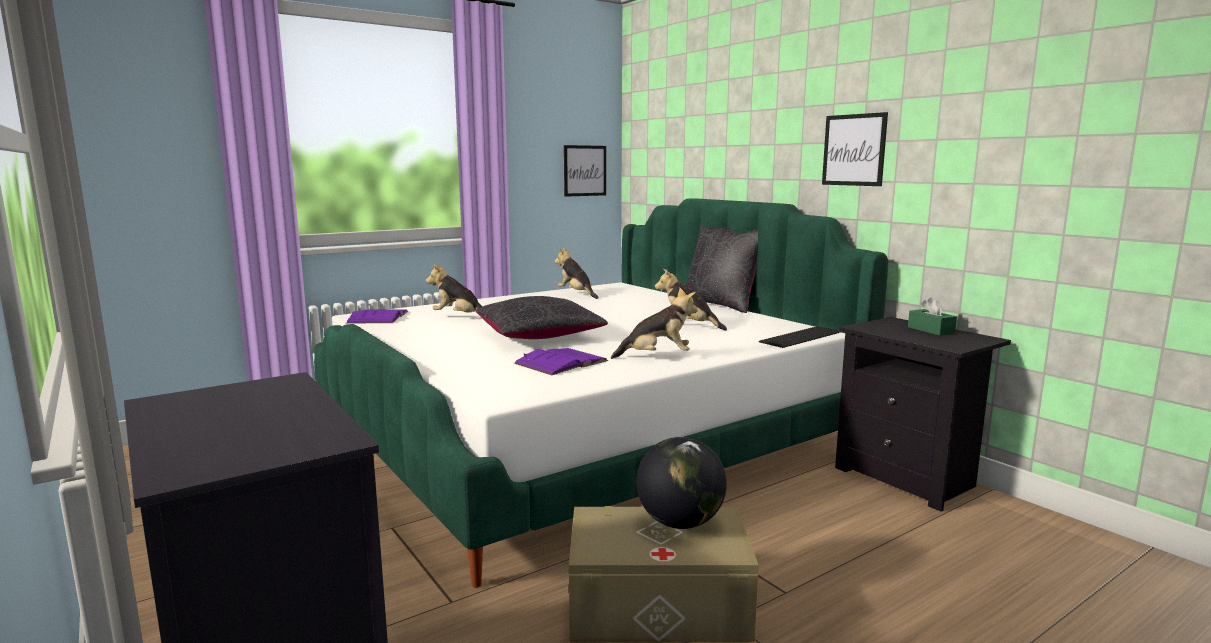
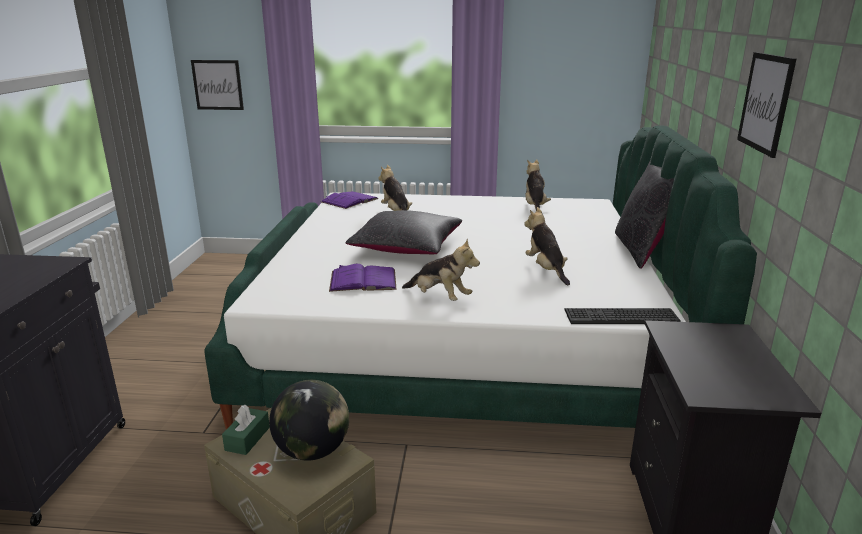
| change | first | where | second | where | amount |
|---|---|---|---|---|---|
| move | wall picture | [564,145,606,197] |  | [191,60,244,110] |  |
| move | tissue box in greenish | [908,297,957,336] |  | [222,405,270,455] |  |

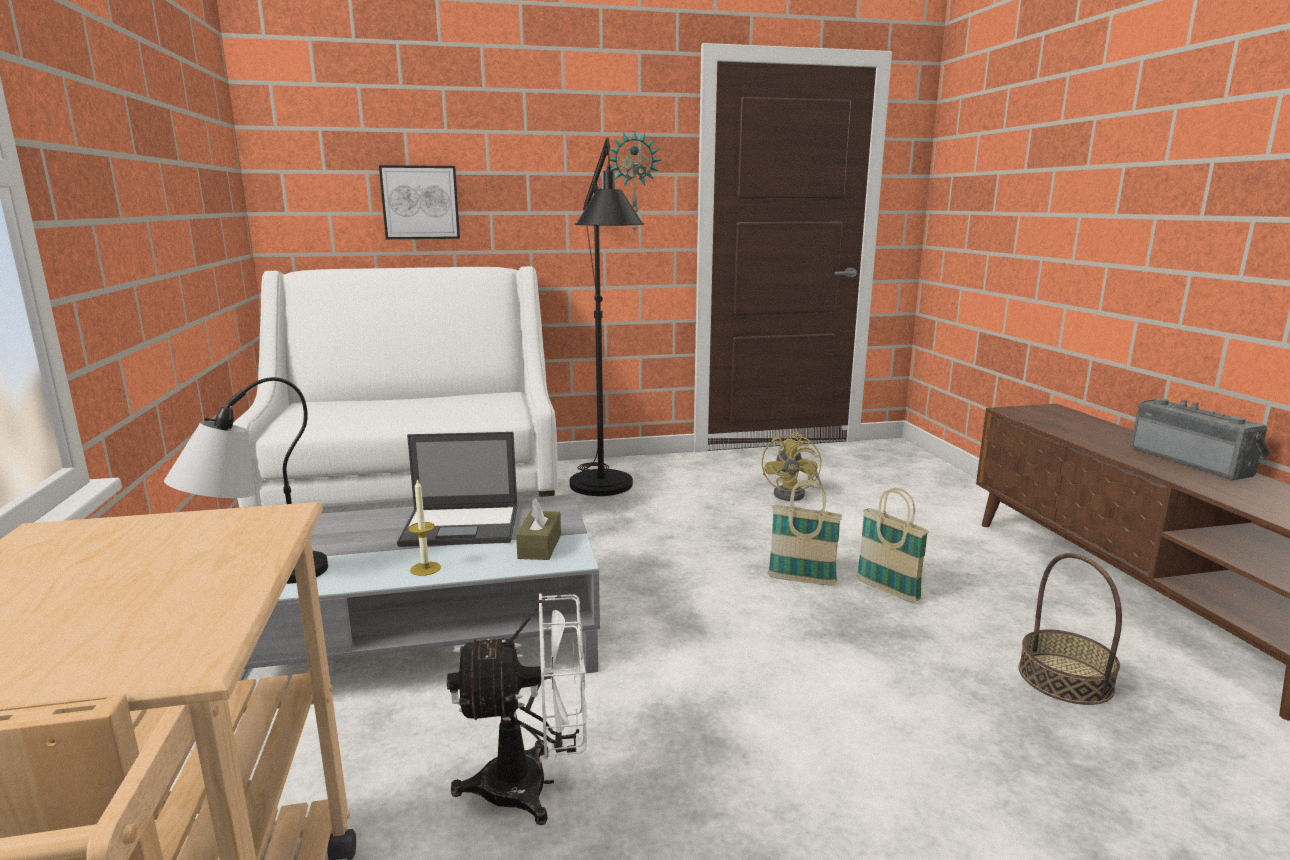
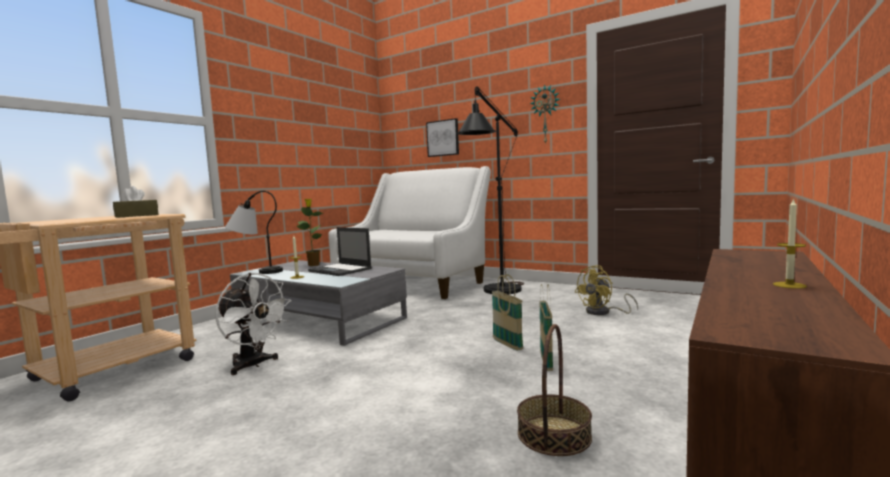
| change | first | where | second | where | amount |
|---|---|---|---|---|---|
| insert |  |  | houseplant | [297,199,325,266] |  |
| move | tissue box in brown | [516,498,561,560] |  | [113,186,159,218] |  |
| replace | radio receiver | [1131,398,1271,480] | candle | [773,198,807,289] |  |

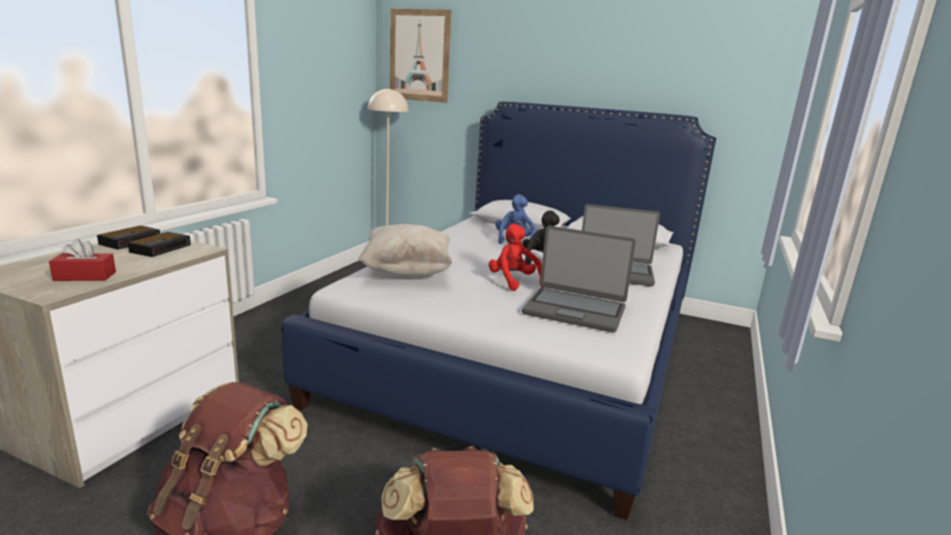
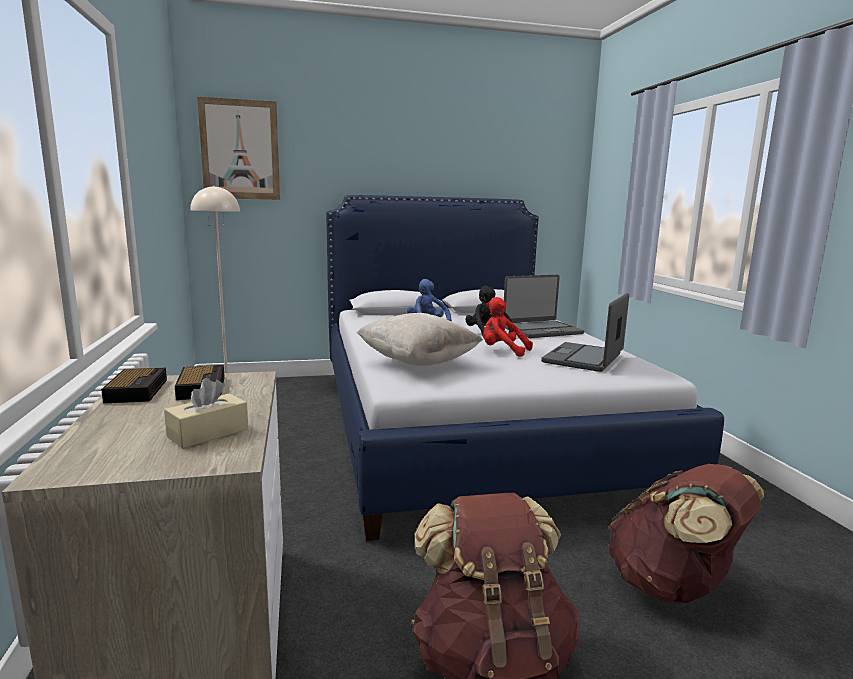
| change | first | where | second | where | amount |
|---|---|---|---|---|---|
| recolor | tissue box in reddish | [49,238,116,281] | tissue box in beige-coloured | [164,378,248,448] |  |
| rotate | portable computer | [522,226,636,332] |  | [541,293,629,372] | 135 degrees clockwise |

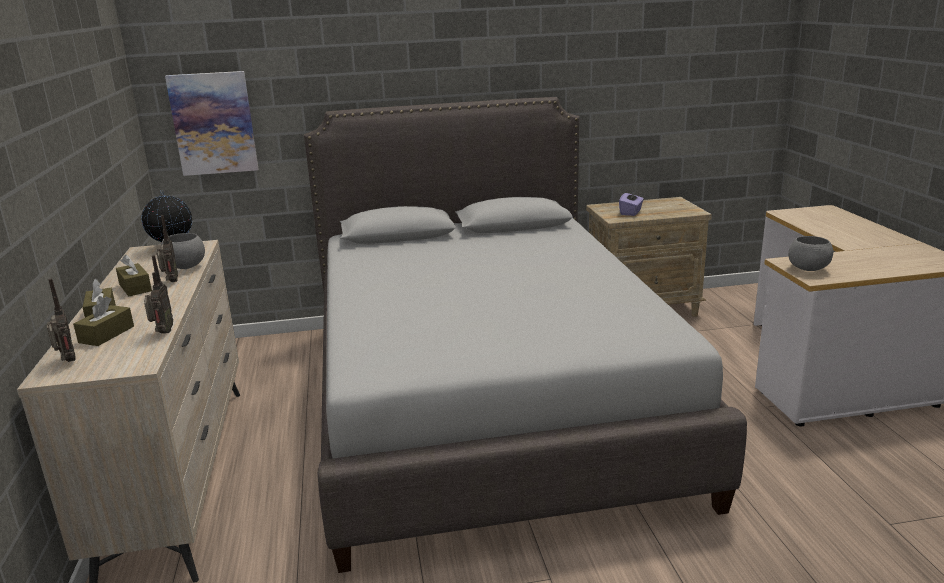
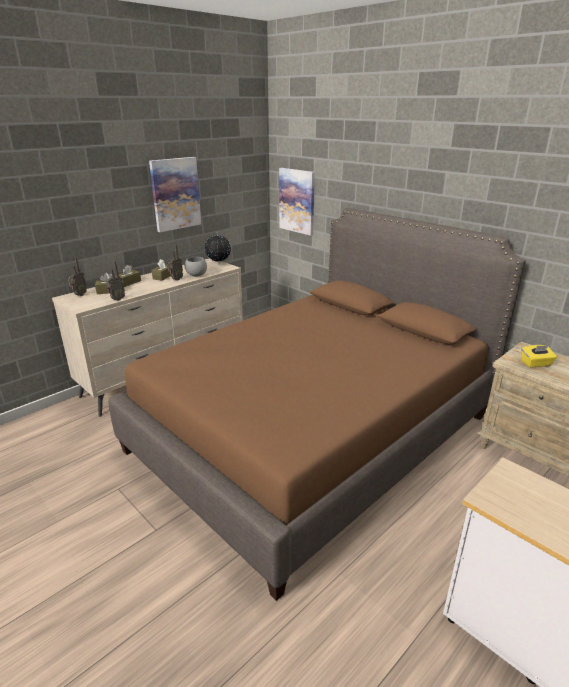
| change | first | where | second | where | amount |
|---|---|---|---|---|---|
| delete | serving bowl in grey | [788,236,833,271] |  |  |  |
| insert |  |  | wall picture | [149,157,201,232] |  |
| recolor | bedroom bed in grey | [304,97,747,573] | bedroom bed in brown | [108,208,526,601] |  |
| recolor | tissue box in purple | [619,189,644,216] | tissue box in yellow-coloured | [521,345,557,368] |  |

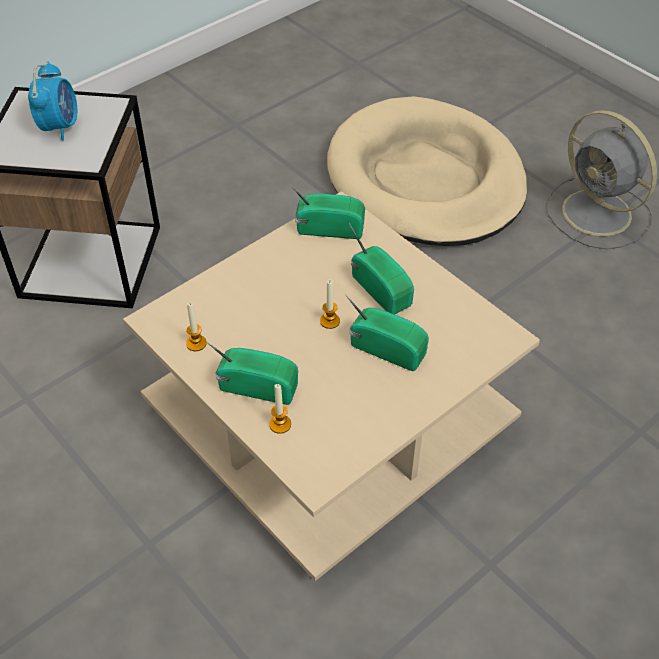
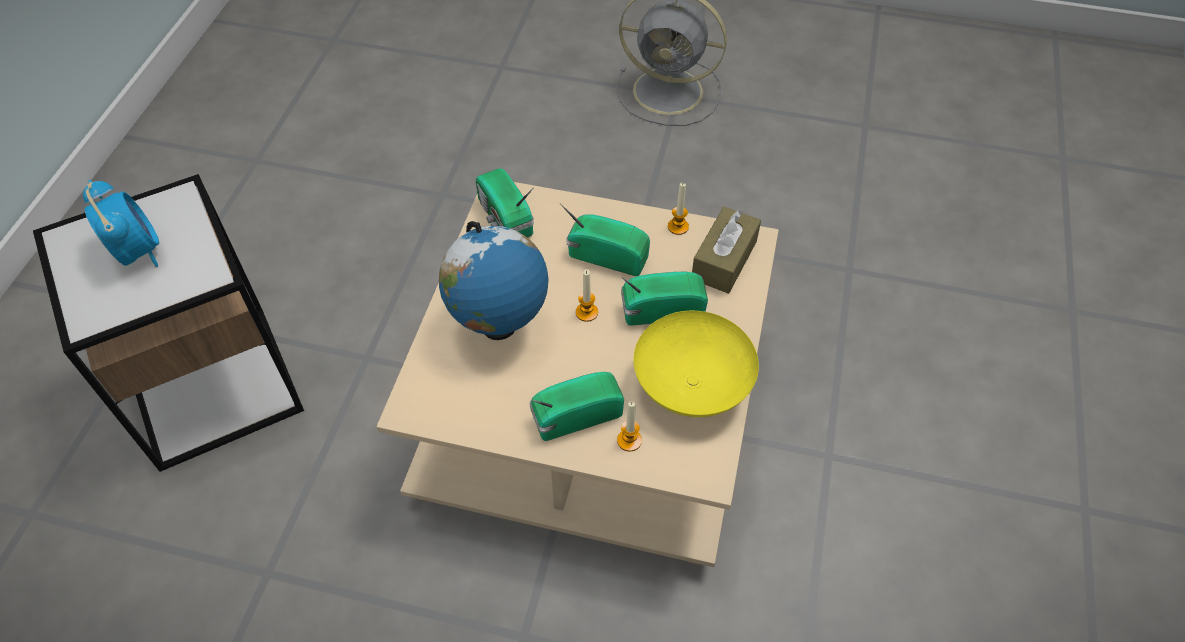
| change | first | where | second | where | amount |
|---|---|---|---|---|---|
| delete | pet bed in beige-coloured | [327,96,527,246] |  |  |  |
| insert |  |  | globe | [439,221,549,340] |  |
| insert |  |  | serving bowl in yellow-coloured | [633,311,759,417] |  |
| insert |  |  | tissue box in brown | [692,207,761,294] |  |
| move | candle | [186,302,207,351] |  | [668,183,689,235] |  |
| rotate | radio receiver | [290,185,365,239] |  | [476,168,534,238] | 90 degrees counterclockwise |

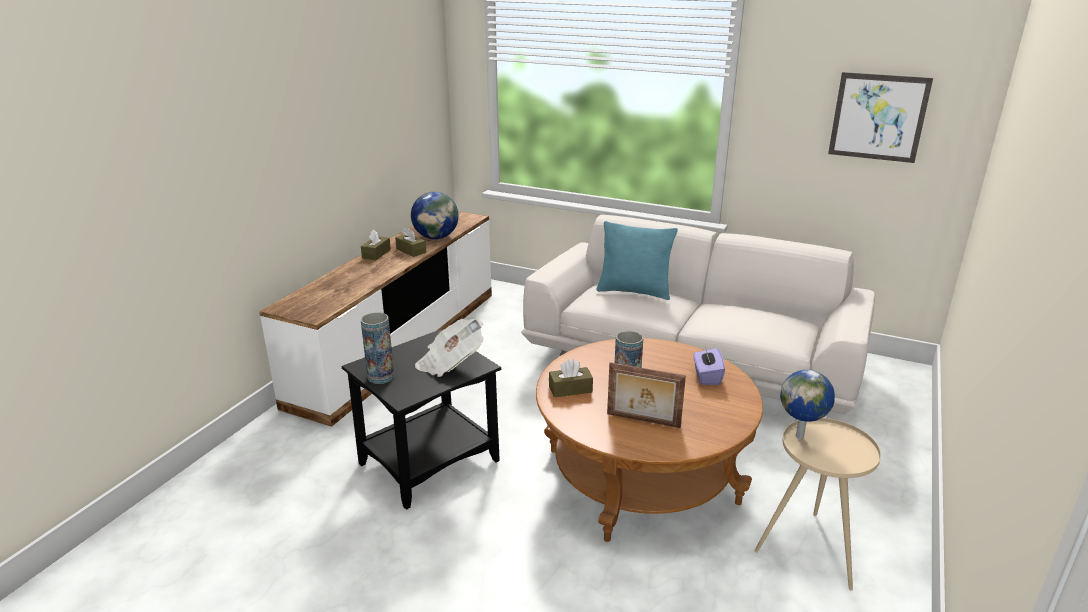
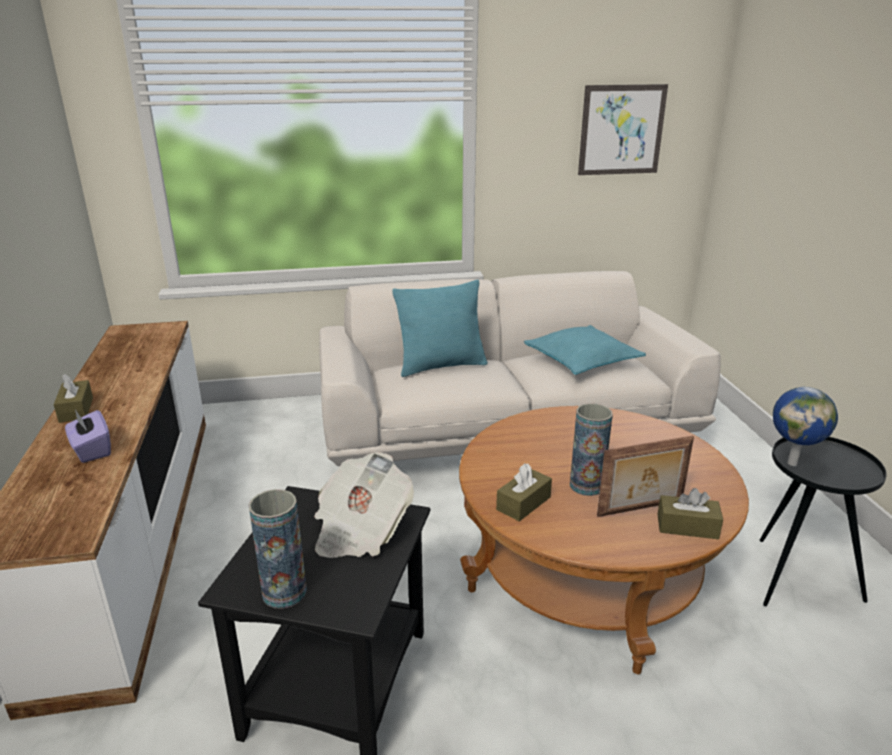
| change | first | where | second | where | amount |
|---|---|---|---|---|---|
| delete | globe | [411,192,459,239] |  |  |  |
| insert |  |  | throw pillow in blue-green | [524,325,646,375] |  |
| move | tissue box in brown | [395,227,426,257] |  | [657,488,723,539] |  |
| move | tissue box in purple | [693,346,725,385] |  | [65,410,111,463] |  |
| recolor | end table in beige-coloured | [754,418,881,590] | end table in black | [760,437,887,606] |  |

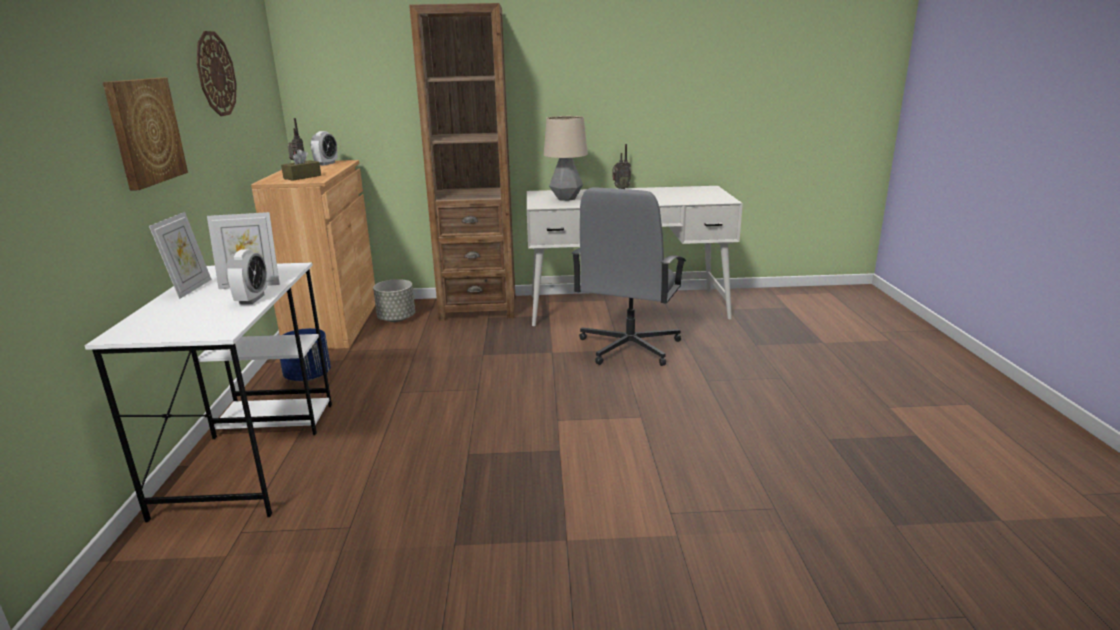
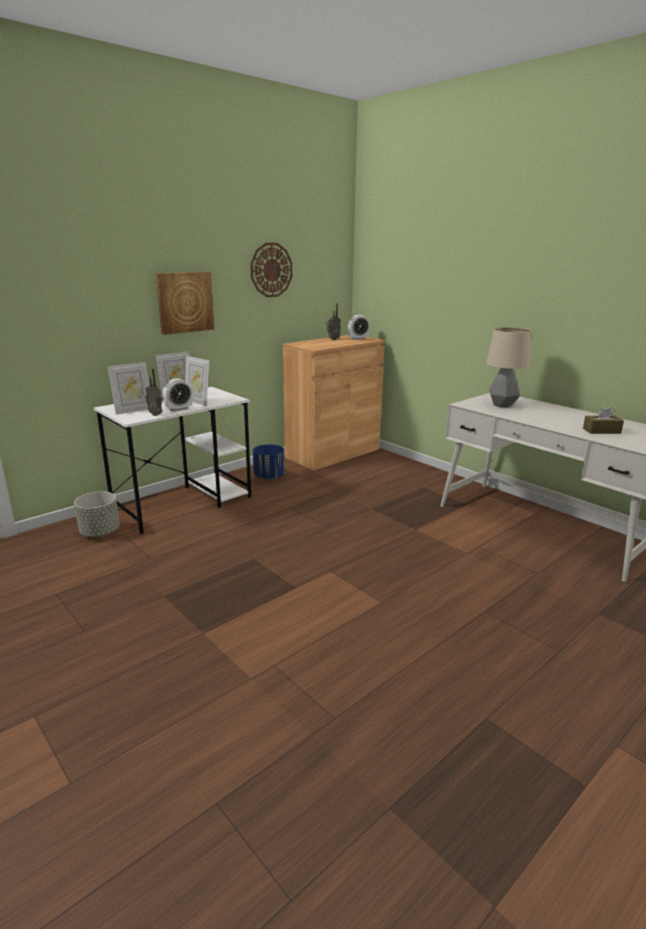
| change | first | where | second | where | amount |
|---|---|---|---|---|---|
| delete | bookshelf in brown | [409,3,515,321] |  |  |  |
| delete | desk chair in grey | [572,188,686,366] |  |  |  |
| insert |  |  | photo frame | [107,362,149,415] |  |
| move | tissue box in brown | [281,149,321,181] |  | [583,406,624,434] |  |
| move | plant pot in grey | [373,279,415,322] |  | [74,491,120,537] |  |
| move | radio receiver | [613,144,631,189] |  | [145,368,163,416] |  |

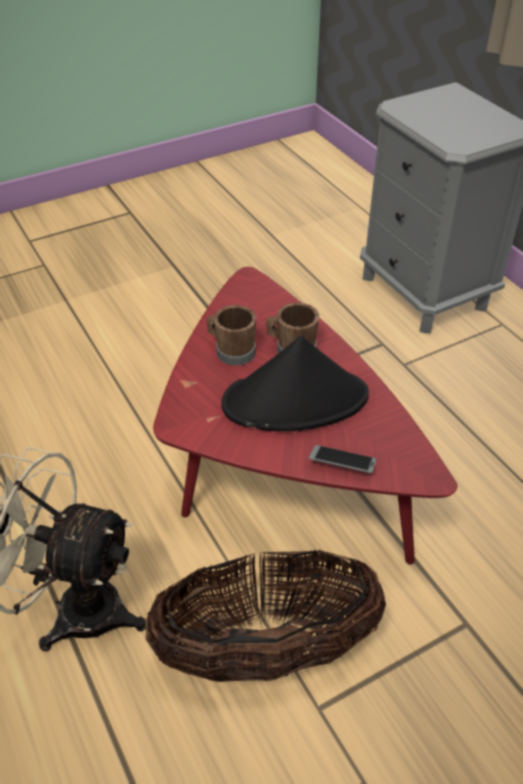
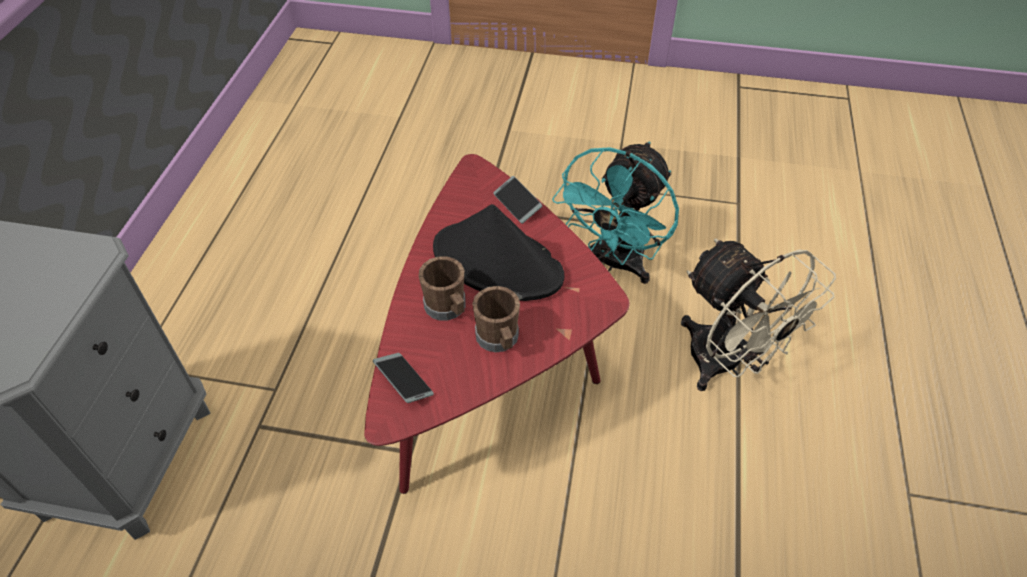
| change | first | where | second | where | amount |
|---|---|---|---|---|---|
| insert |  |  | phone | [373,353,434,403] |  |
| replace | household basket | [146,549,386,682] | cooling fan in blue-green | [552,141,679,284] |  |

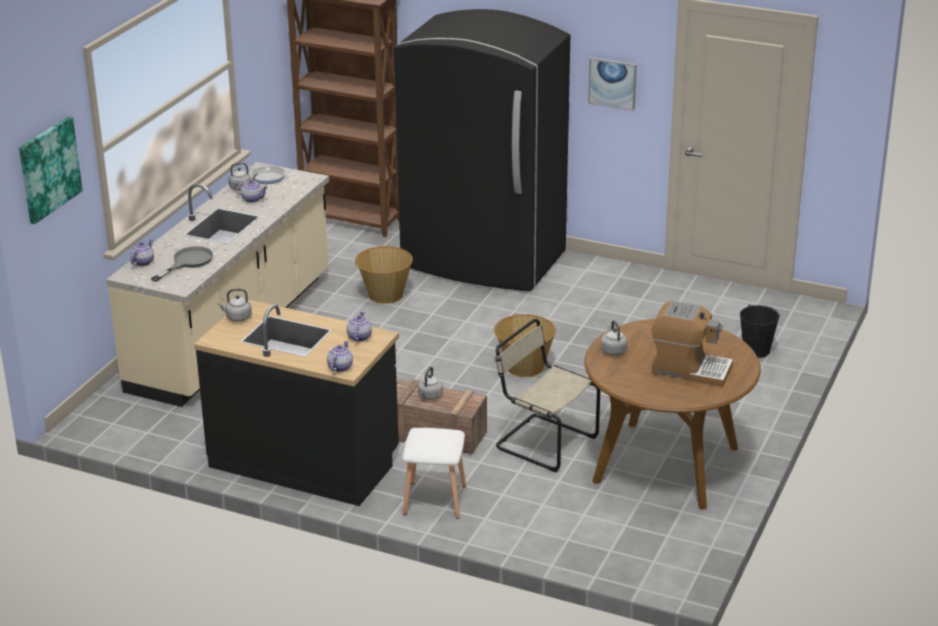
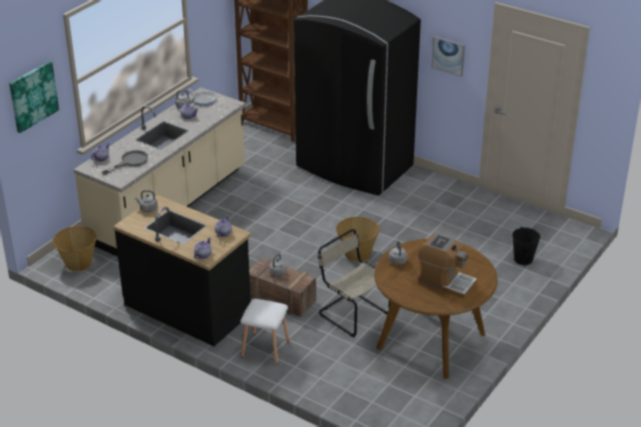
| change | first | where | second | where | amount |
|---|---|---|---|---|---|
| move | household basket | [355,246,413,304] |  | [52,226,97,272] |  |

